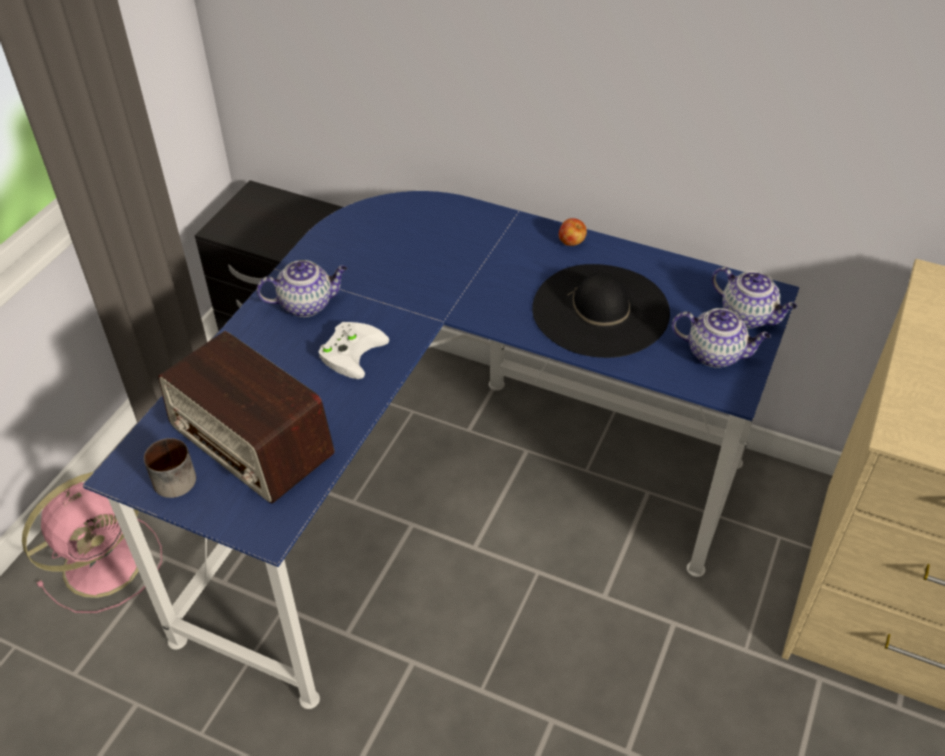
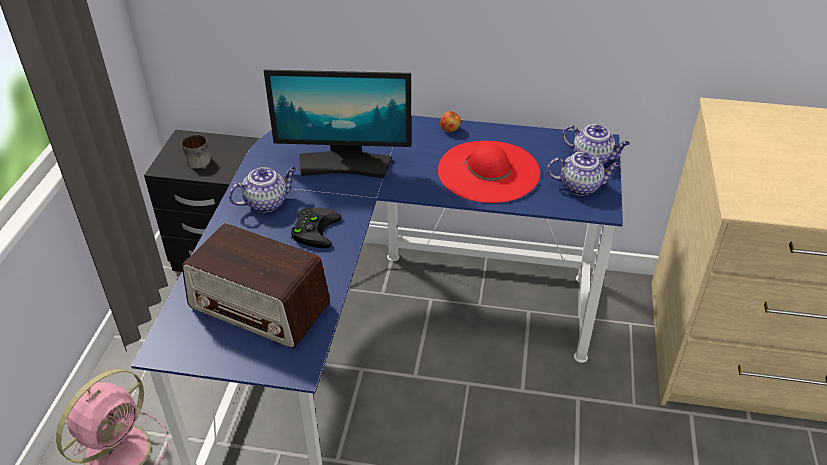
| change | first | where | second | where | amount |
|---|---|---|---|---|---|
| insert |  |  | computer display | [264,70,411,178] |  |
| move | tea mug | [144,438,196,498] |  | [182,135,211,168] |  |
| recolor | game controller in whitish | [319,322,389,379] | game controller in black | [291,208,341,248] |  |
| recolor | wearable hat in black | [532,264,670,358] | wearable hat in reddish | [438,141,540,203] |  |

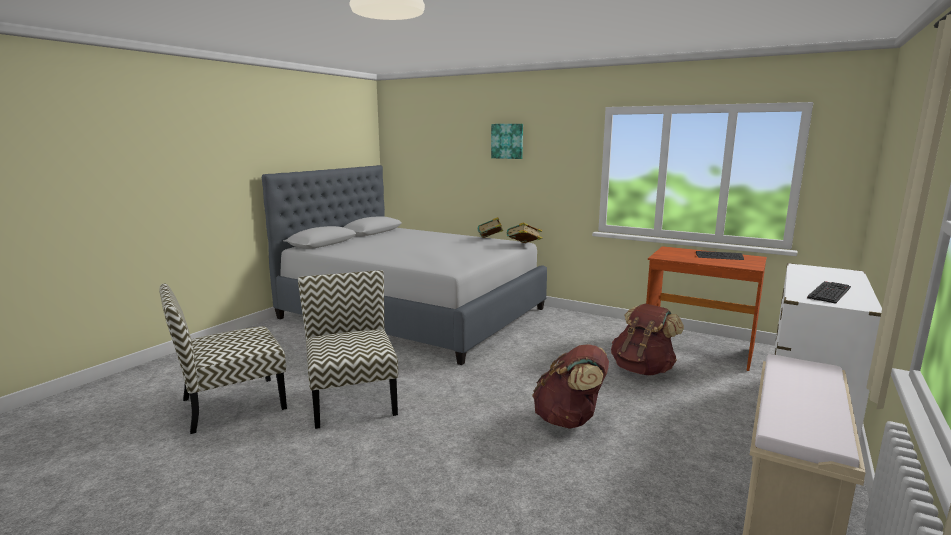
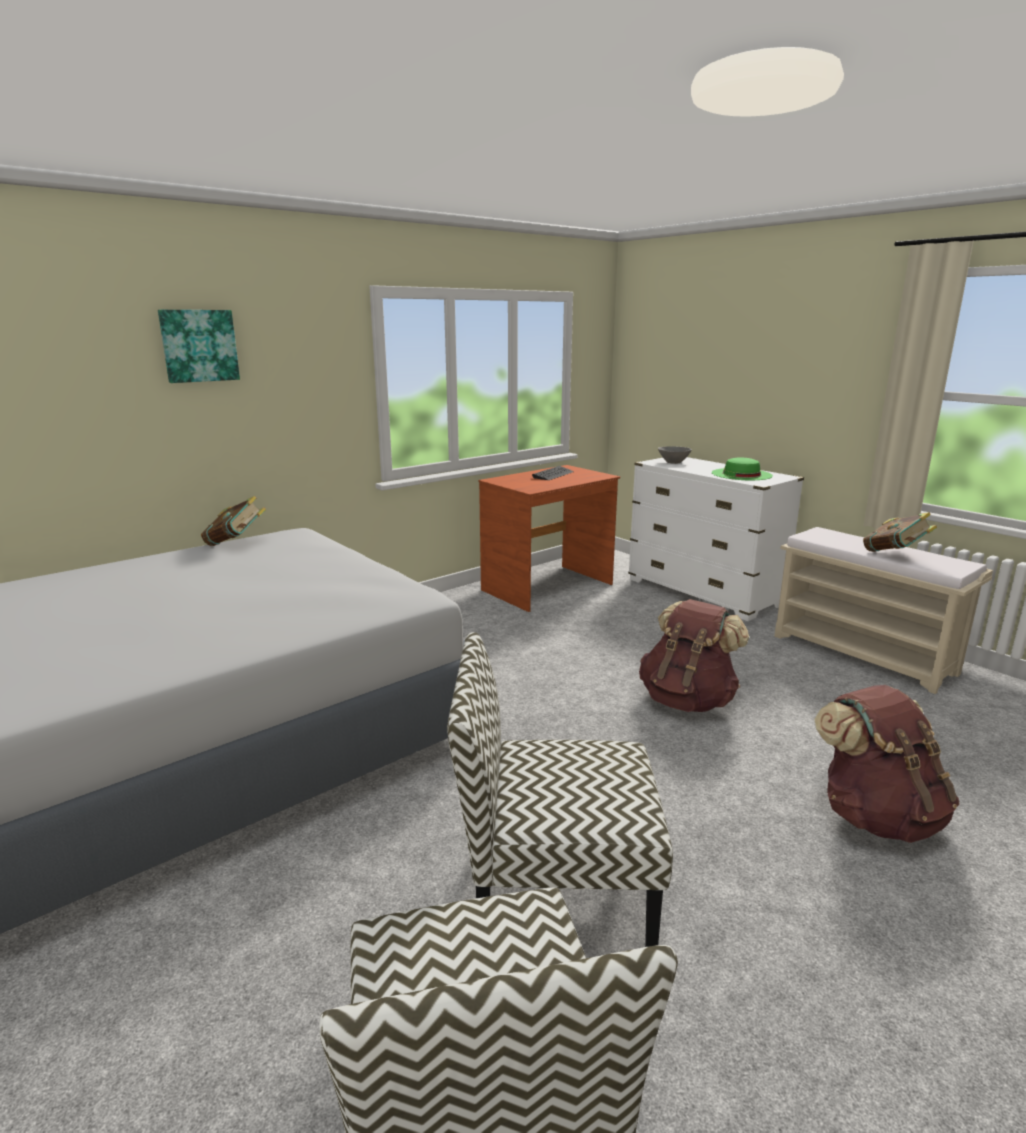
| change | first | where | second | where | amount |
|---|---|---|---|---|---|
| insert |  |  | serving bowl in grey | [658,446,692,464] |  |
| move | bound book | [507,222,542,243] |  | [863,512,937,552] |  |
| move | backpack in brown | [611,303,684,376] |  | [814,685,959,843] |  |
| replace | PC keyboard | [807,281,851,304] | wearable hat in greenish | [712,458,773,480] |  |

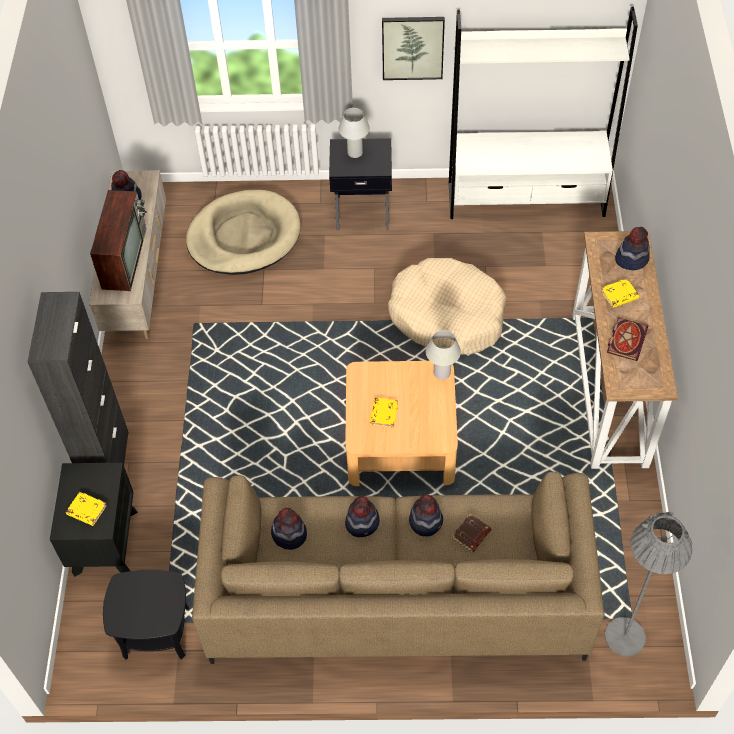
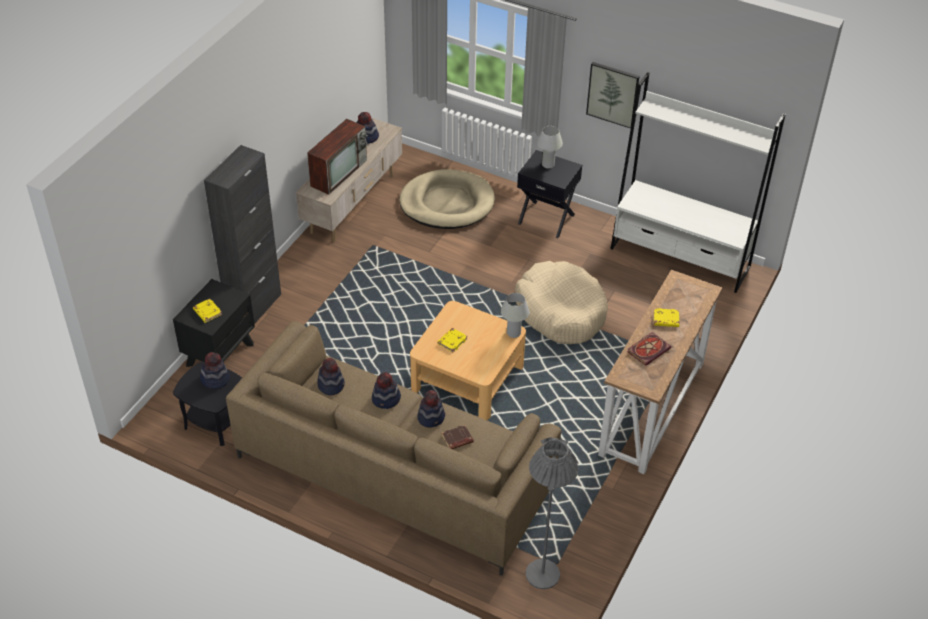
| change | first | where | second | where | amount |
|---|---|---|---|---|---|
| move | wearable hat | [615,227,650,270] |  | [200,352,230,389] |  |

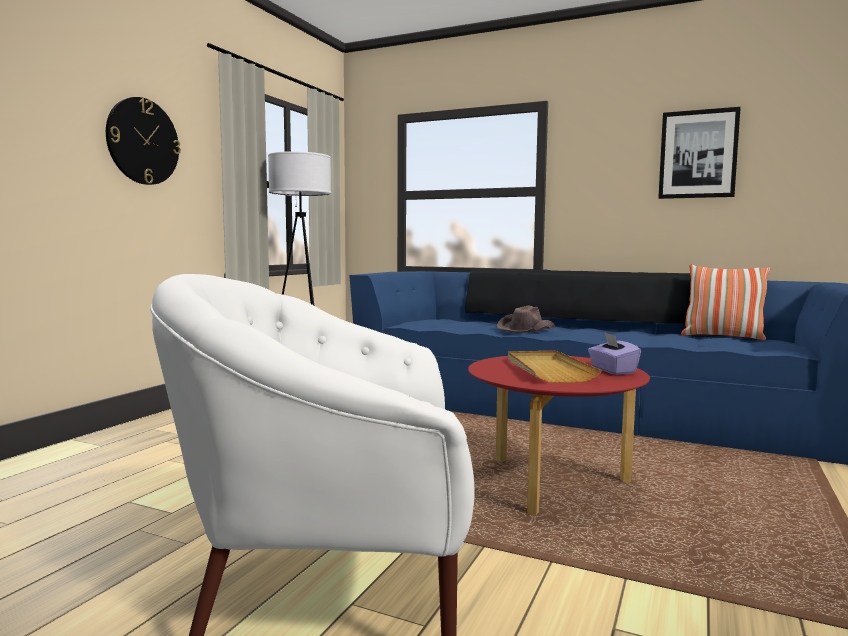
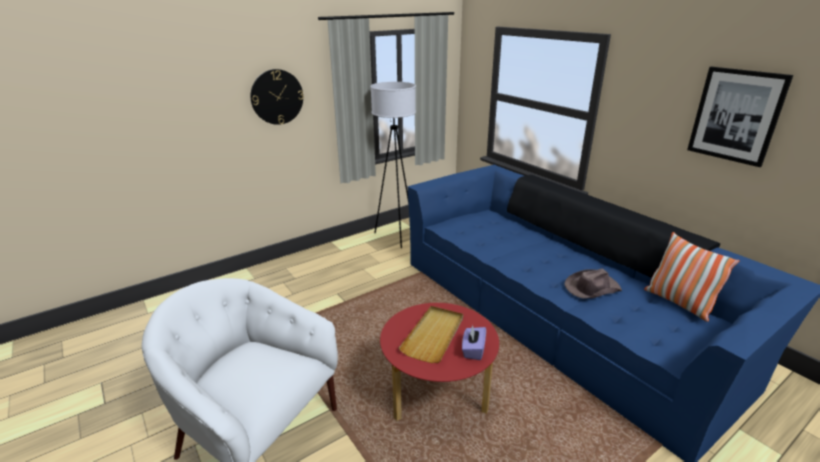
| change | first | where | second | where | amount |
|---|---|---|---|---|---|
| move | wearable hat in brown | [497,305,556,333] |  | [564,269,622,299] |  |

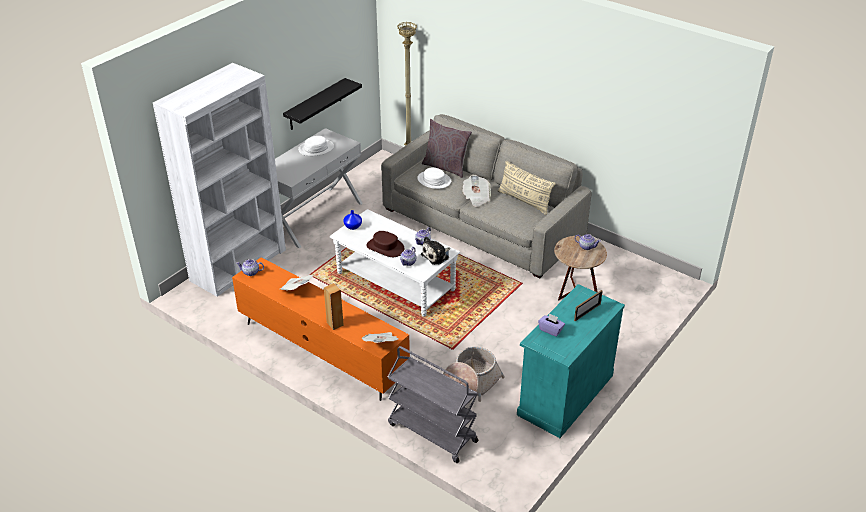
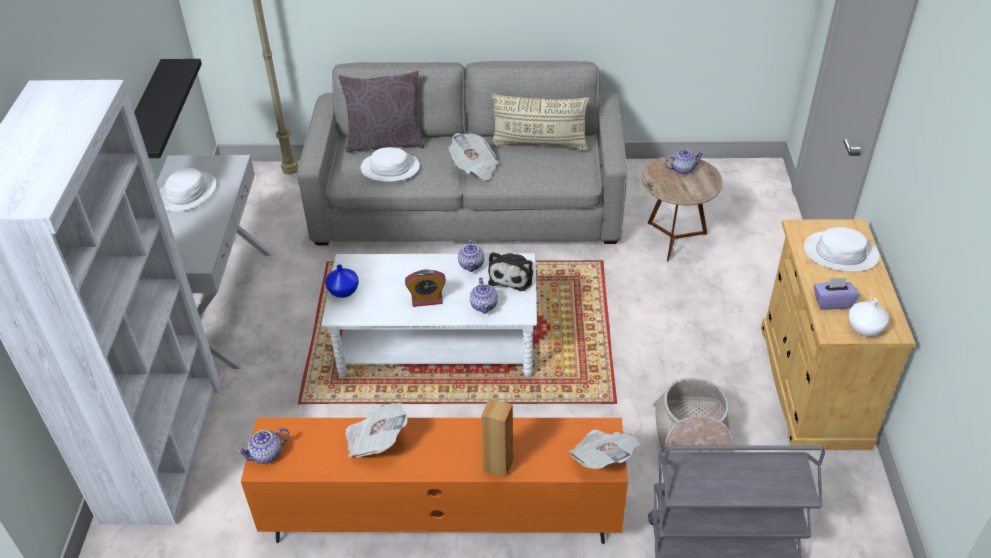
| change | first | where | second | where | amount |
|---|---|---|---|---|---|
| insert |  |  | flower vase in whitish | [848,298,889,336] |  |
| replace | wearable hat in brown | [366,231,404,257] | table clock | [405,269,446,307] |  |
| replace | photo frame | [574,290,603,321] | wearable hat in whitish | [804,227,879,272] |  |
| recolor | cupboard in blue-green | [517,284,625,438] | cupboard in beige-coloured | [761,219,916,450] |  |

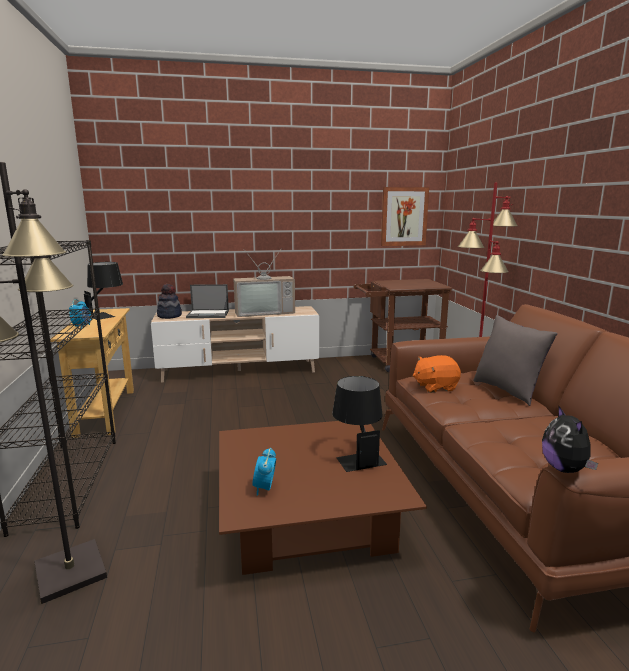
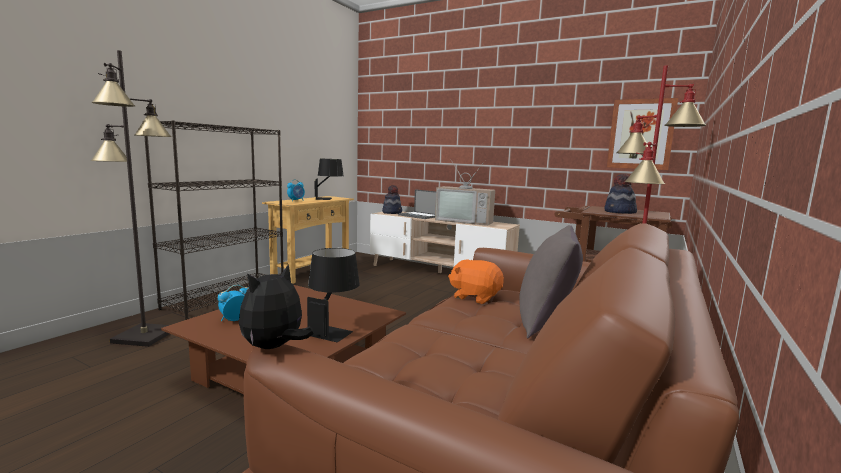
| change | first | where | second | where | amount |
|---|---|---|---|---|---|
| insert |  |  | wearable hat | [604,174,637,214] |  |

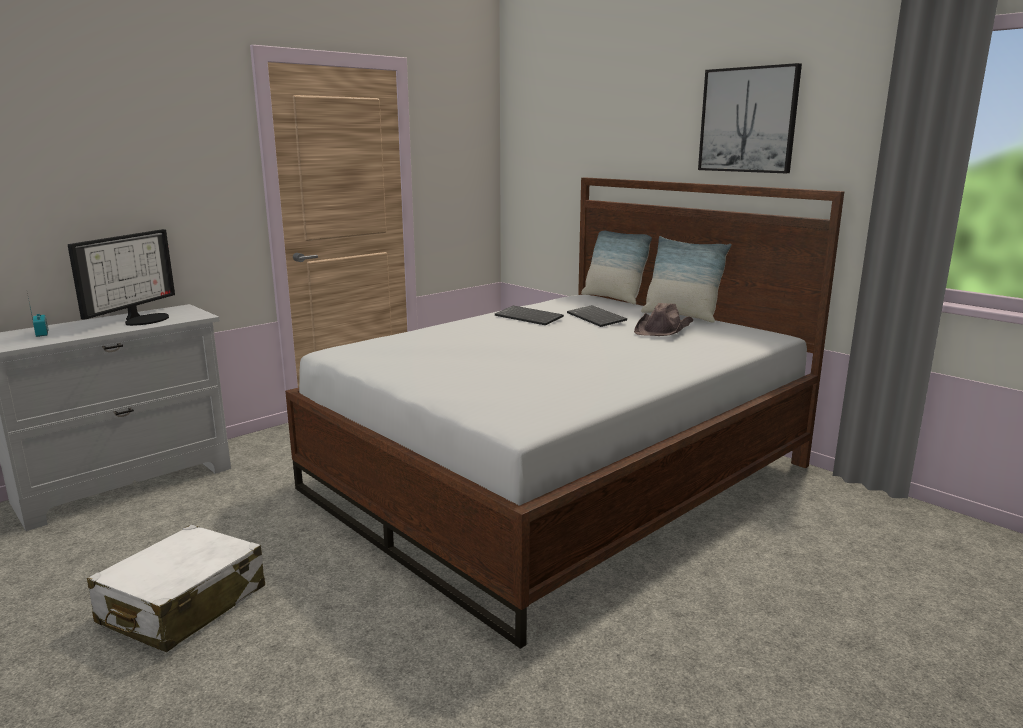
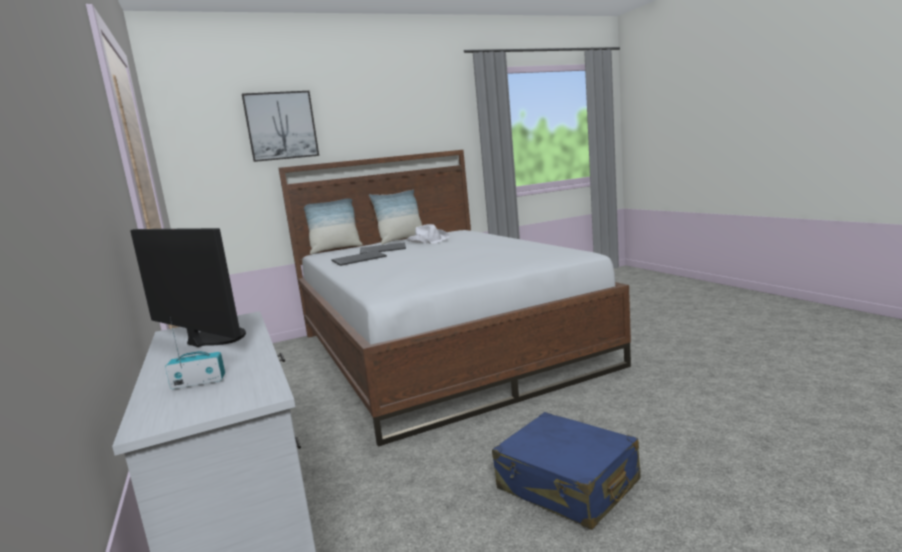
| change | first | where | second | where | amount |
|---|---|---|---|---|---|
| move | wall picture | [698,63,802,173] |  | [242,91,319,162] |  |
| recolor | travel case in whitish | [87,525,265,652] | travel case in blue | [492,412,641,530] |  |
| recolor | wearable hat in brown | [634,303,693,336] | wearable hat in whitish | [406,224,450,244] |  |

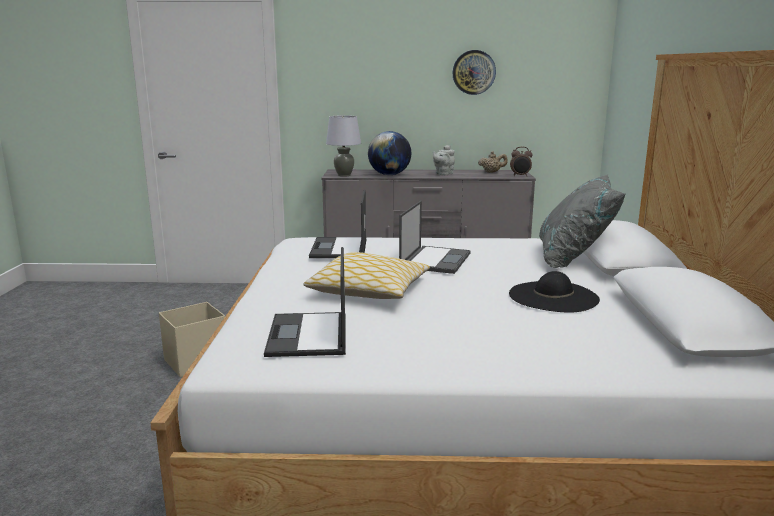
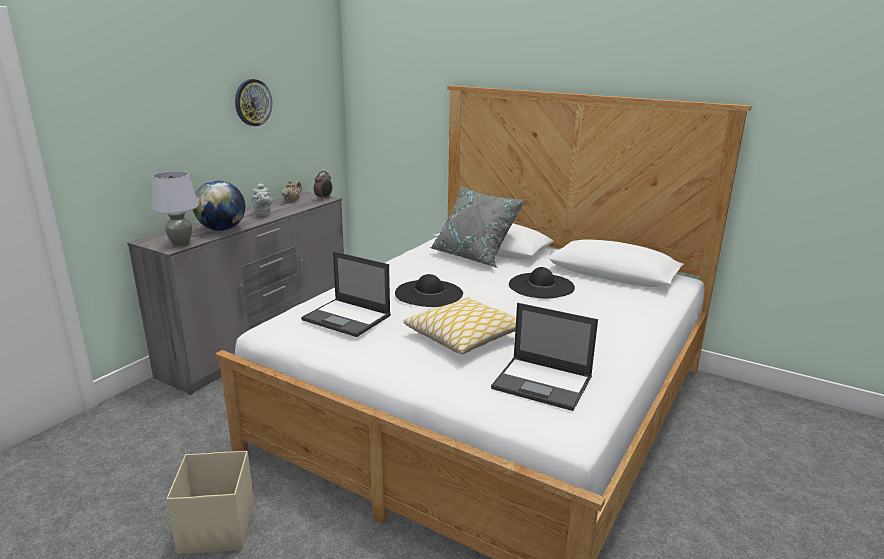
| change | first | where | second | where | amount |
|---|---|---|---|---|---|
| replace | portable computer | [399,201,471,274] | wearable hat in black | [395,274,463,307] |  |

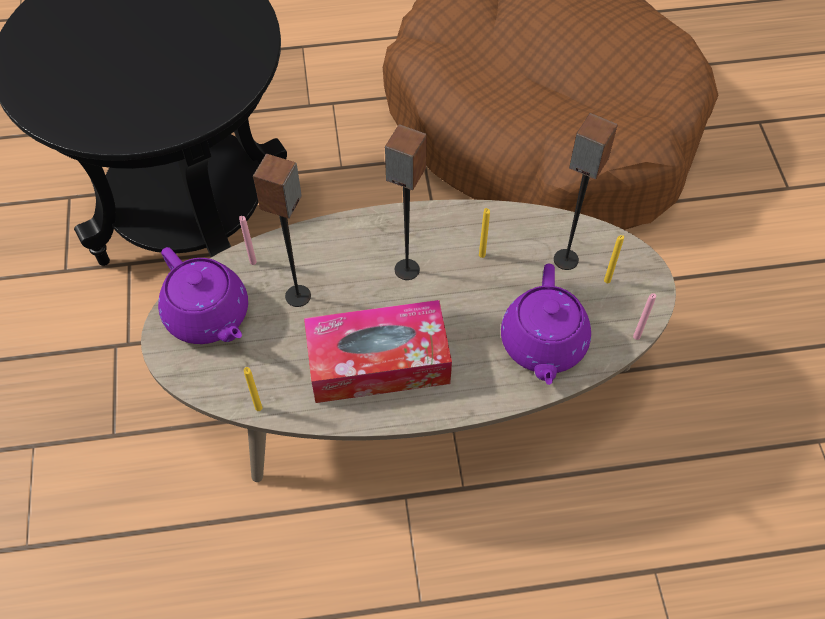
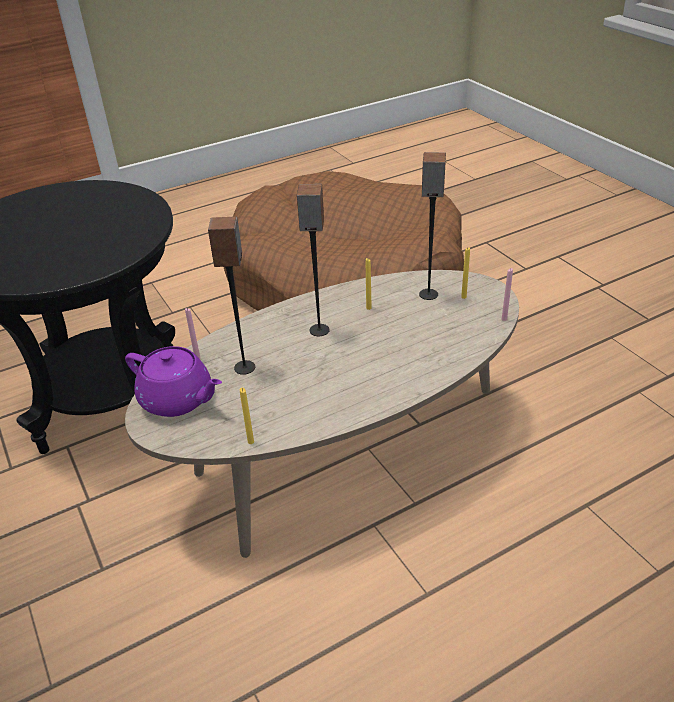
| change | first | where | second | where | amount |
|---|---|---|---|---|---|
| delete | tissue box | [304,300,452,403] |  |  |  |
| delete | tea pot in purple | [501,264,591,385] |  |  |  |

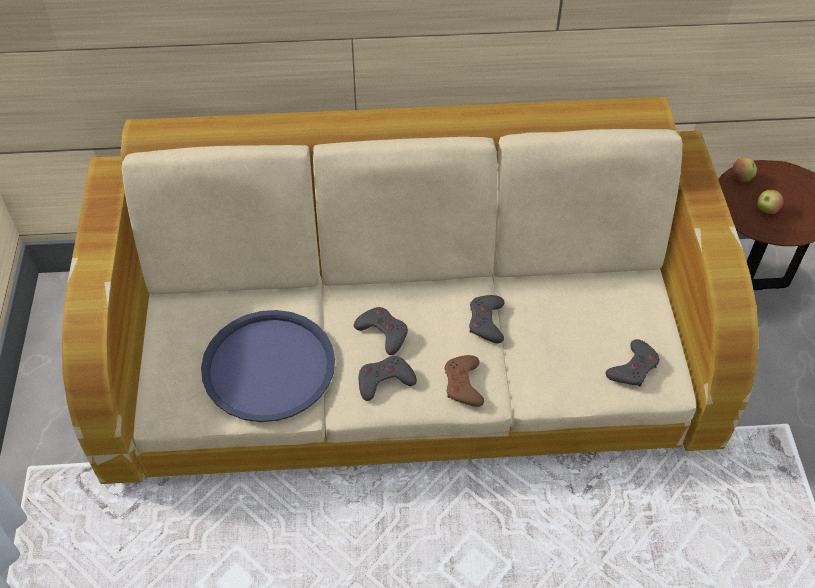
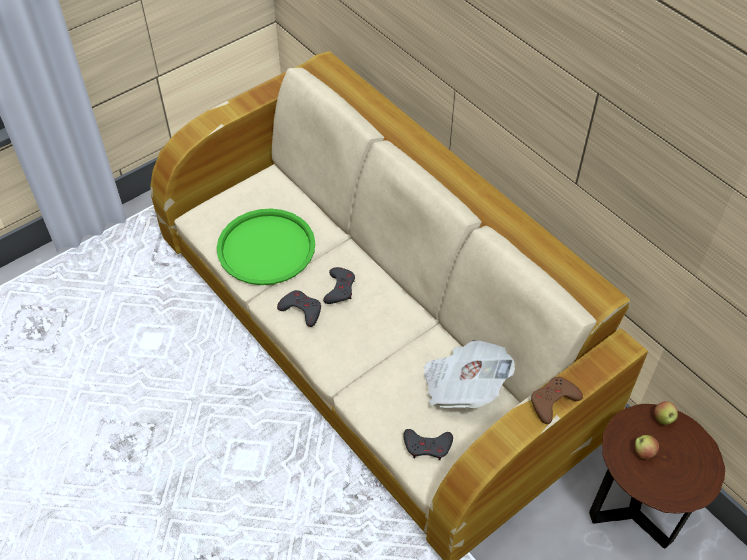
| change | first | where | second | where | amount |
|---|---|---|---|---|---|
| delete | game controller in grey | [469,295,504,343] |  |  |  |
| insert |  |  | printed paper | [424,340,515,408] |  |
| move | game controller in brown | [445,355,484,407] |  | [531,377,583,424] |  |
| recolor | tray in blue | [201,310,335,422] | tray in greenish | [217,209,315,285] |  |

